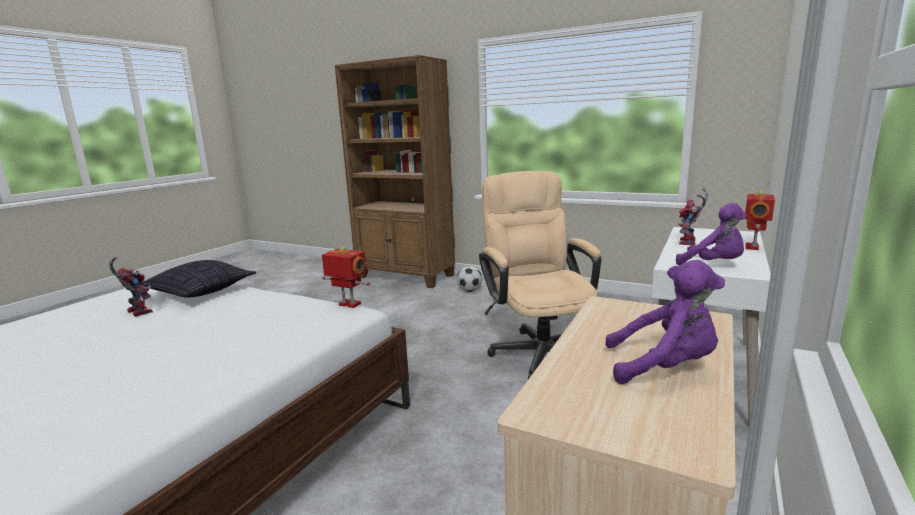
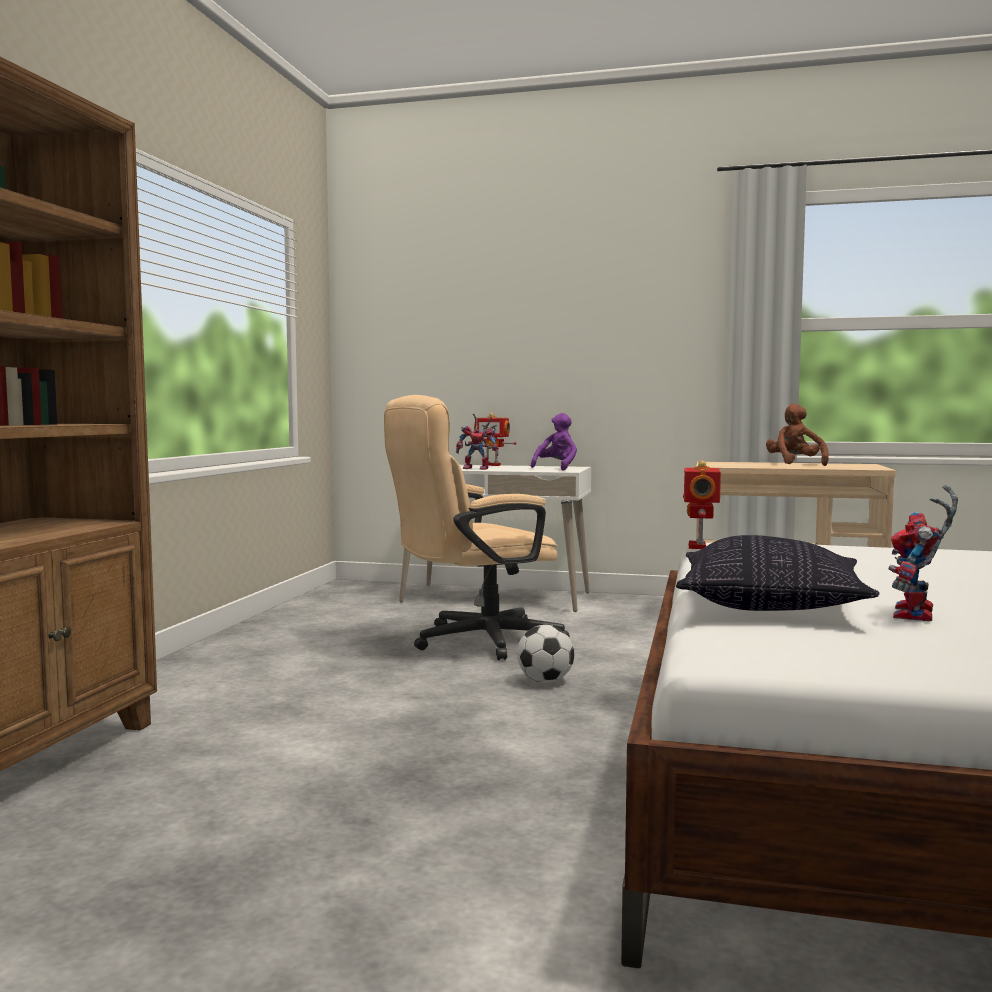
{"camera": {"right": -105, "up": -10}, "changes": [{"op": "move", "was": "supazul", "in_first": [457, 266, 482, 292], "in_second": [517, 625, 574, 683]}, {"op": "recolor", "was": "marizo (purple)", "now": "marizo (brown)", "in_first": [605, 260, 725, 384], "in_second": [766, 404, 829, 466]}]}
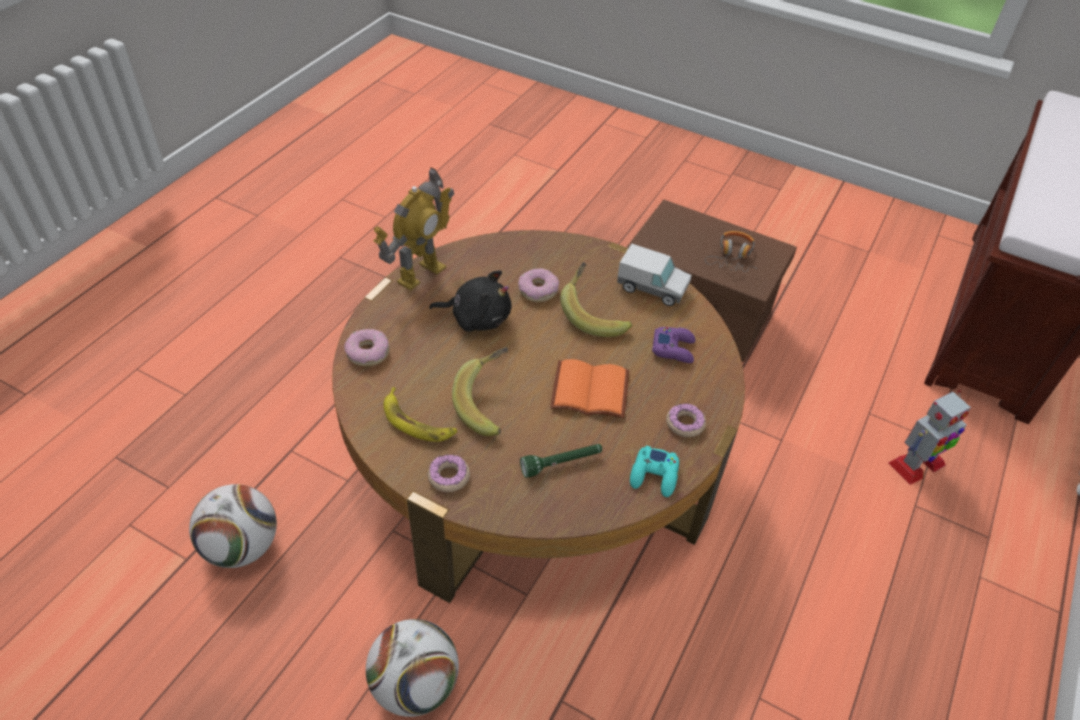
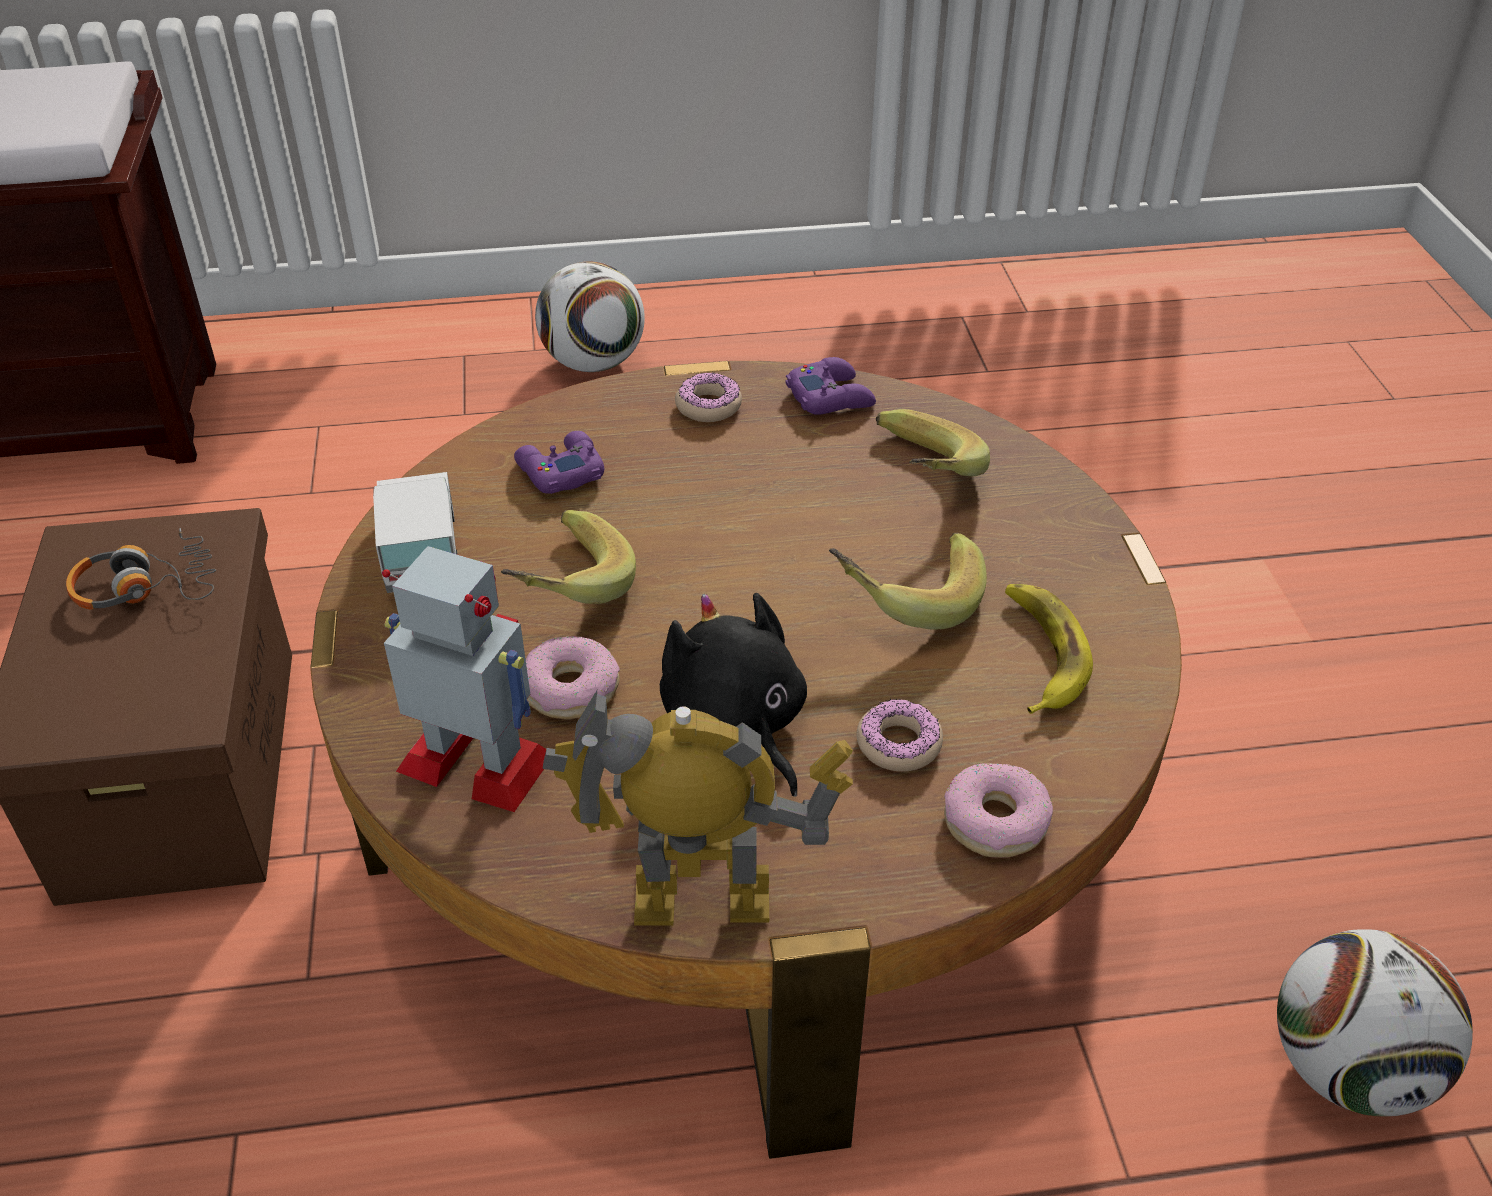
{"camera": {"right": -125, "up": -5}, "changes": [{"op": "delete", "was": "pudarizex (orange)", "in_first": [550, 359, 629, 419]}, {"op": "move", "was": "supazul", "in_first": [366, 619, 459, 717], "in_second": [535, 262, 645, 372]}, {"op": "move", "was": "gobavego", "in_first": [428, 455, 470, 492], "in_second": [856, 699, 943, 772]}, {"op": "move", "was": "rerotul", "in_first": [888, 390, 971, 485], "in_second": [382, 546, 546, 812]}, {"op": "replace", "was": "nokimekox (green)", "now": "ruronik", "in_first": [520, 444, 602, 478], "in_second": [876, 409, 990, 476]}, {"op": "recolor", "was": "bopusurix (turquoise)", "now": "bopusurix (purple)", "in_first": [630, 446, 679, 497], "in_second": [786, 357, 876, 414]}]}
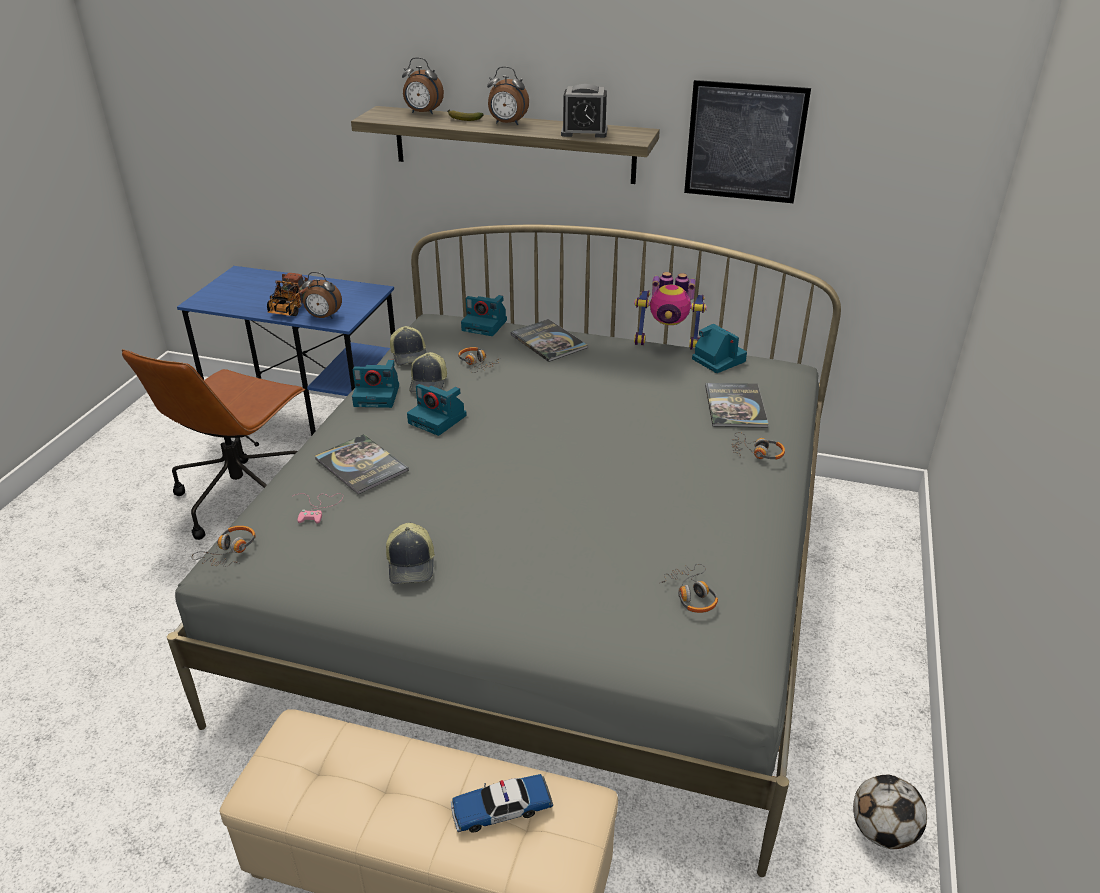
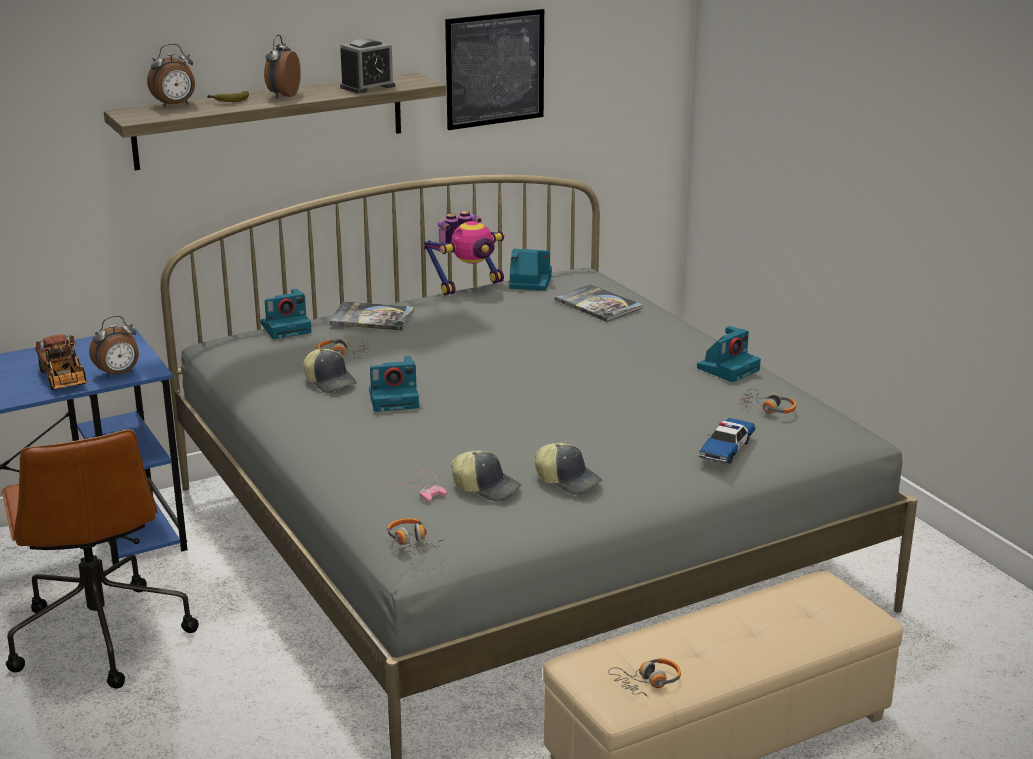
{"camera": {"right": -45, "up": -10}, "changes": [{"op": "delete", "was": "pudarizex", "in_first": [315, 434, 409, 495]}, {"op": "delete", "was": "supazul", "in_first": [853, 774, 927, 849]}, {"op": "move", "was": "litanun", "in_first": [352, 360, 399, 408], "in_second": [697, 326, 761, 382]}, {"op": "move", "was": "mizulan", "in_first": [390, 326, 426, 366], "in_second": [451, 450, 521, 501]}, {"op": "move", "was": "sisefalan", "in_first": [451, 774, 553, 832], "in_second": [698, 418, 756, 464]}, {"op": "move", "was": "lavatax", "in_first": [731, 432, 785, 460], "in_second": [608, 658, 681, 697]}, {"op": "rotate", "was": "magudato", "in_first": [487, 66, 529, 125], "in_second": [264, 35, 301, 98], "clockwise": 135}]}
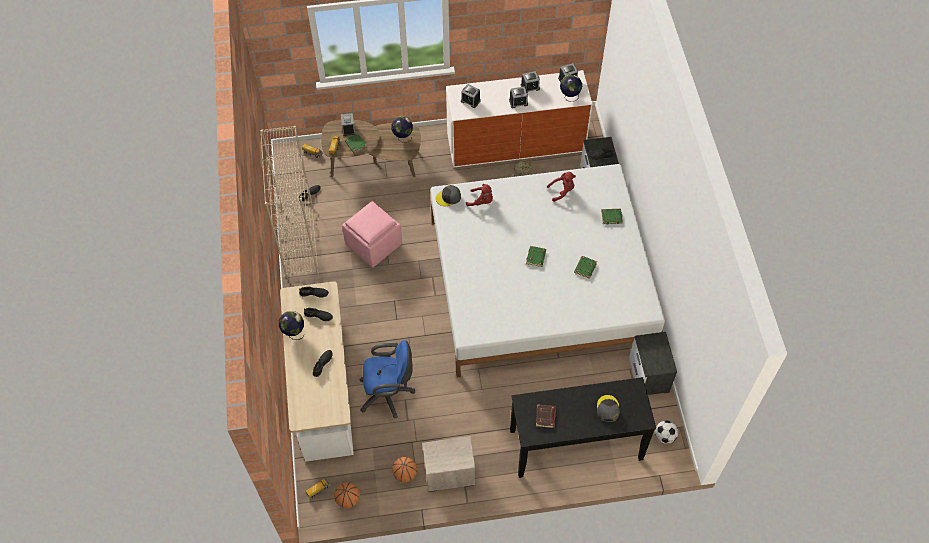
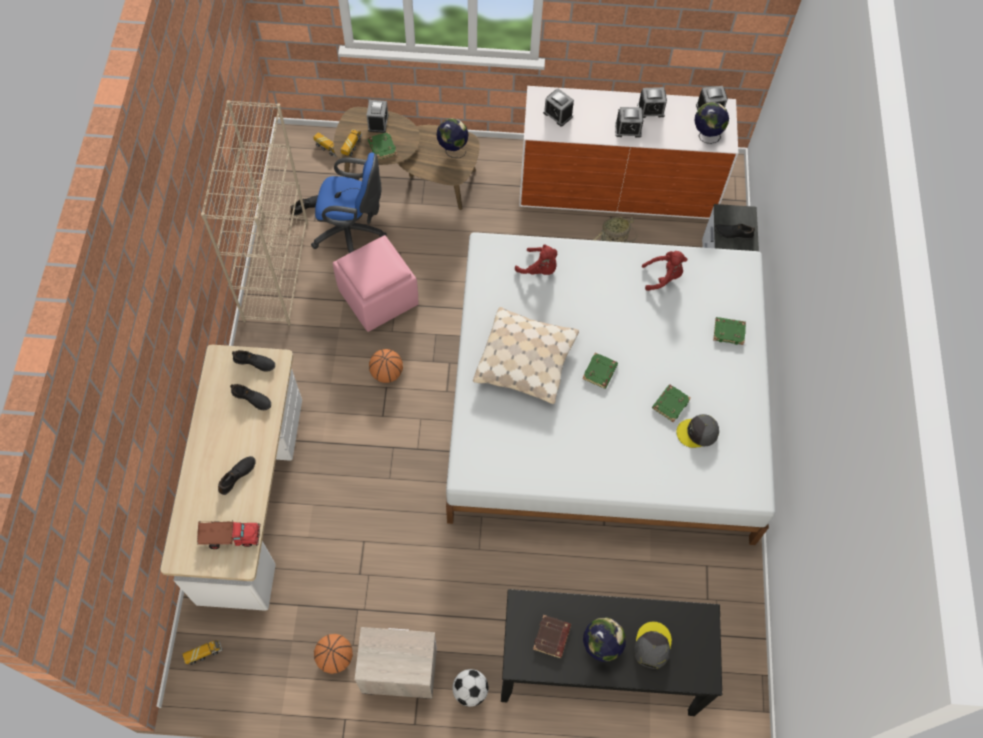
{"camera": {"right": 10, "up": 5}, "changes": [{"op": "delete", "was": "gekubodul", "in_first": [629, 332, 677, 395]}, {"op": "insert", "now": "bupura", "in_second": [197, 521, 260, 549]}, {"op": "insert", "now": "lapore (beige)", "in_second": [473, 307, 579, 404]}, {"op": "move", "was": "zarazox", "in_first": [279, 311, 305, 340], "in_second": [583, 617, 626, 662]}, {"op": "move", "was": "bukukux", "in_first": [334, 482, 360, 508], "in_second": [369, 349, 403, 383]}, {"op": "move", "was": "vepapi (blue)", "in_first": [360, 340, 415, 418], "in_second": [311, 152, 387, 253]}, {"op": "move", "was": "mizulan (grey)", "in_first": [436, 185, 461, 206], "in_second": [676, 414, 719, 448]}, {"op": "move", "was": "supazul", "in_first": [655, 420, 679, 444], "in_second": [452, 669, 488, 707]}]}
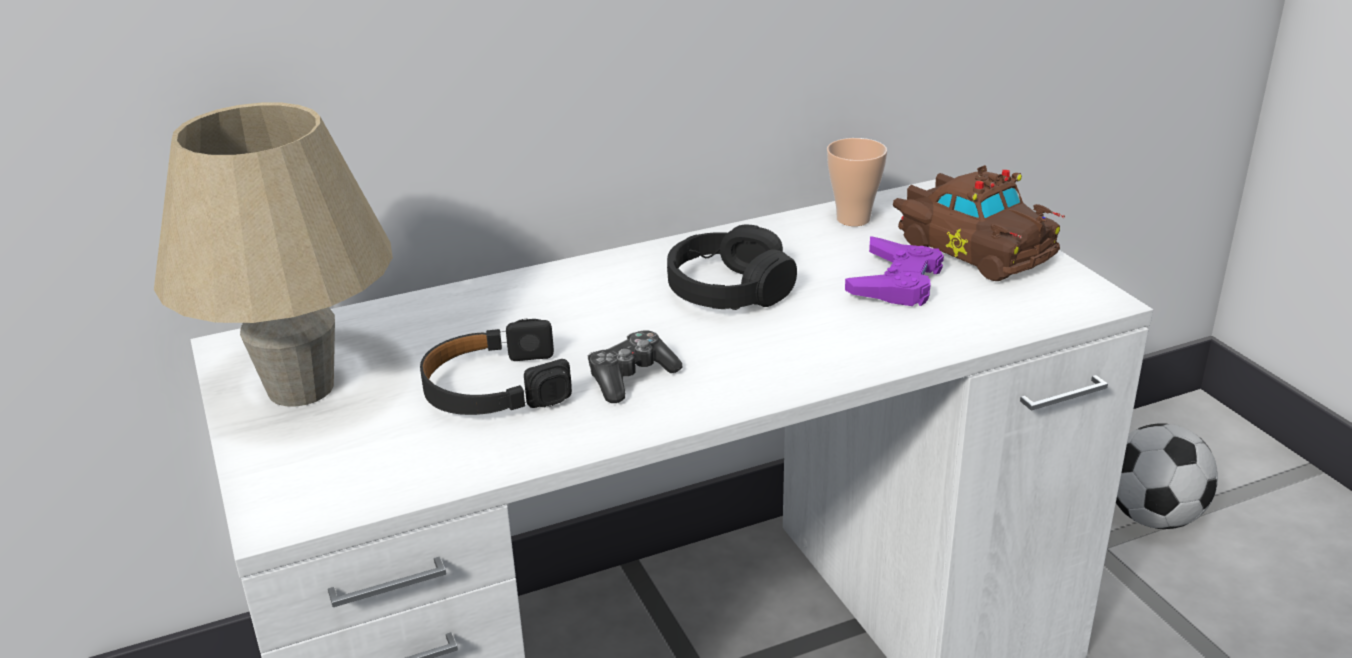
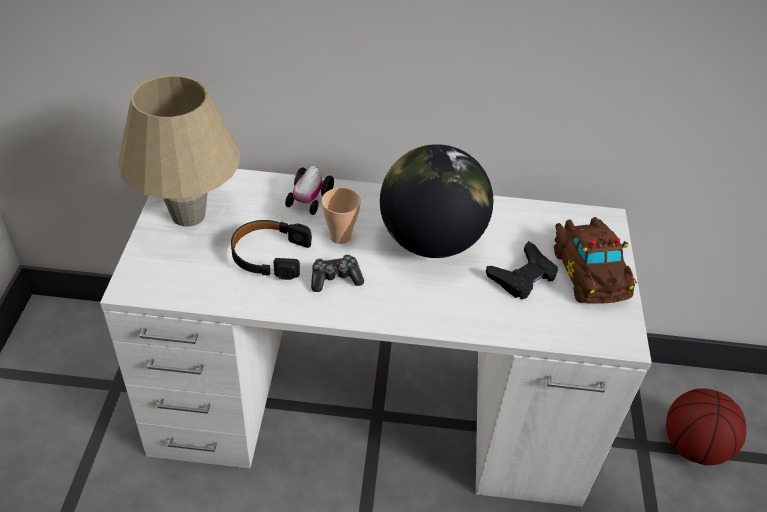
{"camera": {"right": 25, "up": 15}, "changes": [{"op": "insert", "now": "sisefalan", "in_second": [285, 165, 334, 215]}, {"op": "move", "was": "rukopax", "in_first": [827, 138, 887, 226], "in_second": [321, 188, 361, 244]}, {"op": "replace", "was": "lavatax (black)", "now": "zarazox", "in_first": [667, 225, 797, 310], "in_second": [380, 144, 493, 258]}, {"op": "replace", "was": "supazul", "now": "bukukux", "in_first": [1116, 423, 1218, 529], "in_second": [666, 388, 746, 465]}, {"op": "recolor", "was": "bopusurix (purple)", "now": "bopusurix (black)", "in_first": [845, 236, 944, 306], "in_second": [486, 241, 558, 299]}]}
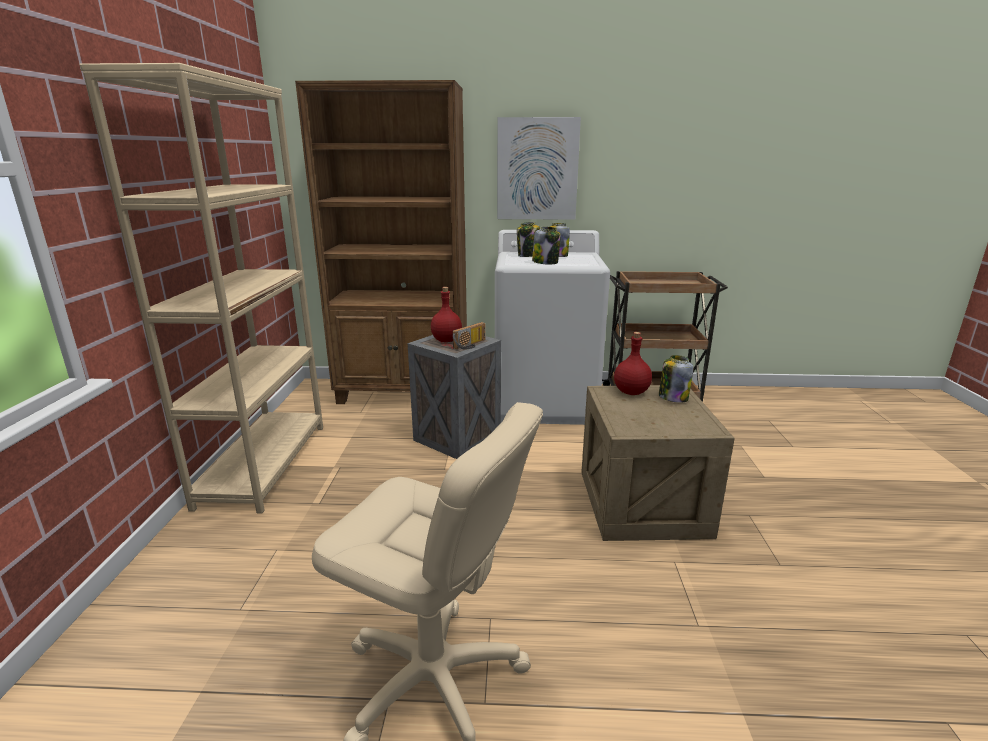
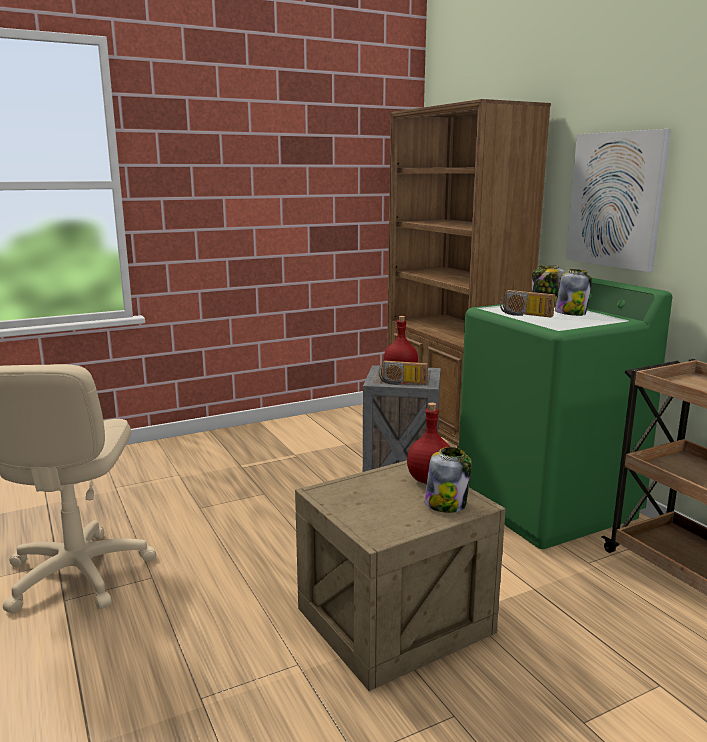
{"camera": {"right": 60, "up": -5}, "changes": [{"op": "delete", "was": "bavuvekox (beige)", "in_first": [80, 63, 323, 513]}, {"op": "replace", "was": "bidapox", "now": "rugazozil", "in_first": [532, 227, 561, 265], "in_second": [500, 290, 555, 318]}, {"op": "recolor", "was": "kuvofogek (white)", "now": "kuvofogek (green)", "in_first": [495, 230, 610, 425], "in_second": [459, 278, 672, 549]}]}
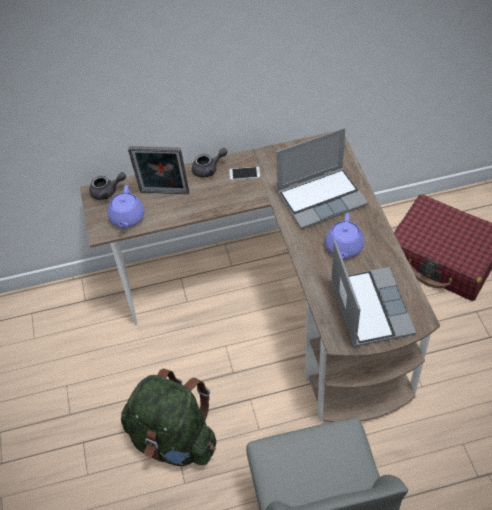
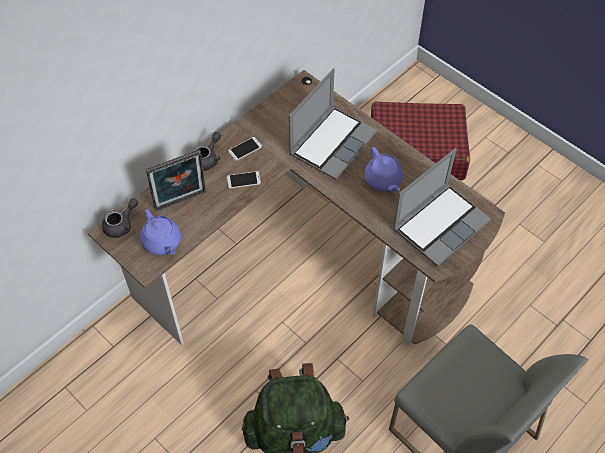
{"camera": {"right": -35, "up": 5}, "changes": [{"op": "insert", "now": "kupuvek", "in_second": [227, 171, 261, 189]}, {"op": "rotate", "was": "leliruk", "in_first": [331, 240, 416, 347], "in_second": [393, 148, 491, 267], "clockwise": 90}]}
